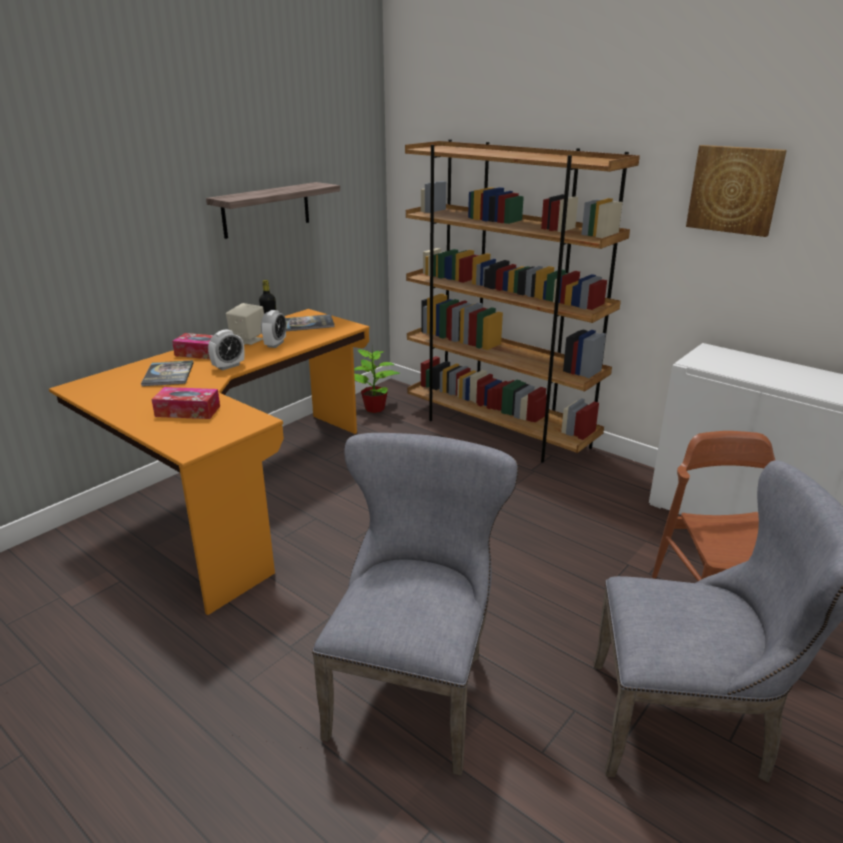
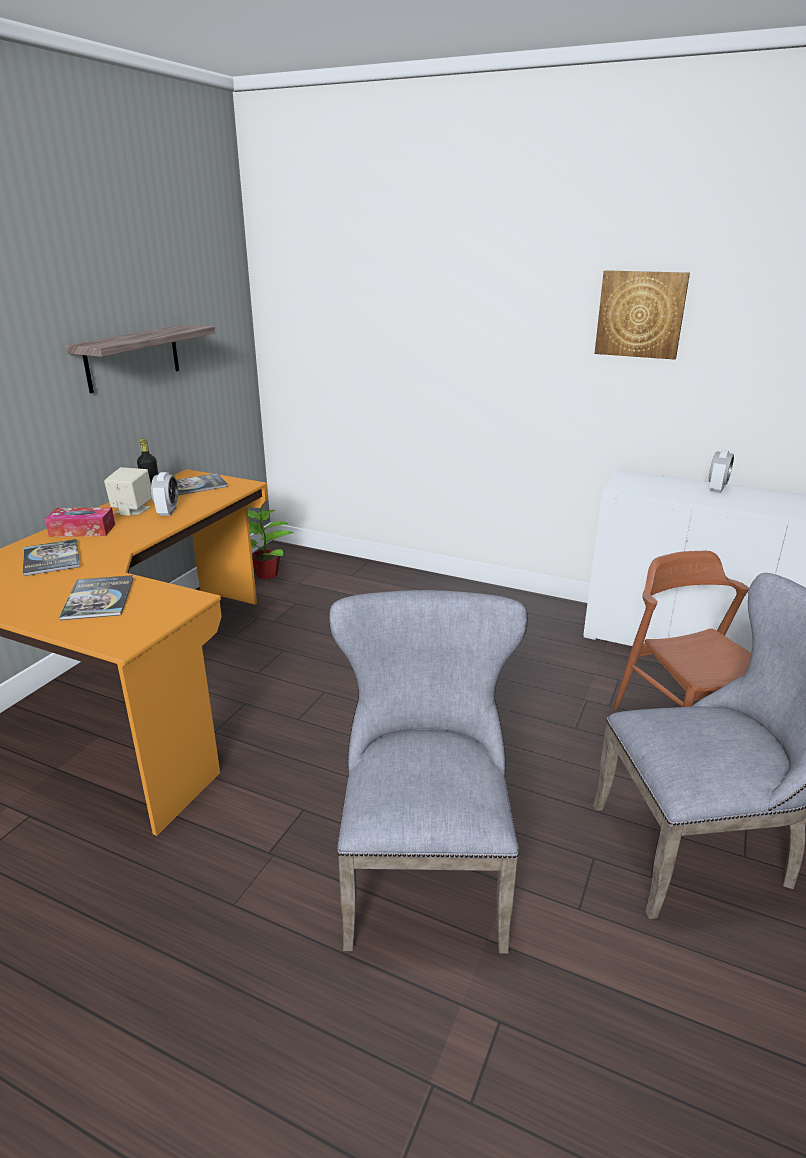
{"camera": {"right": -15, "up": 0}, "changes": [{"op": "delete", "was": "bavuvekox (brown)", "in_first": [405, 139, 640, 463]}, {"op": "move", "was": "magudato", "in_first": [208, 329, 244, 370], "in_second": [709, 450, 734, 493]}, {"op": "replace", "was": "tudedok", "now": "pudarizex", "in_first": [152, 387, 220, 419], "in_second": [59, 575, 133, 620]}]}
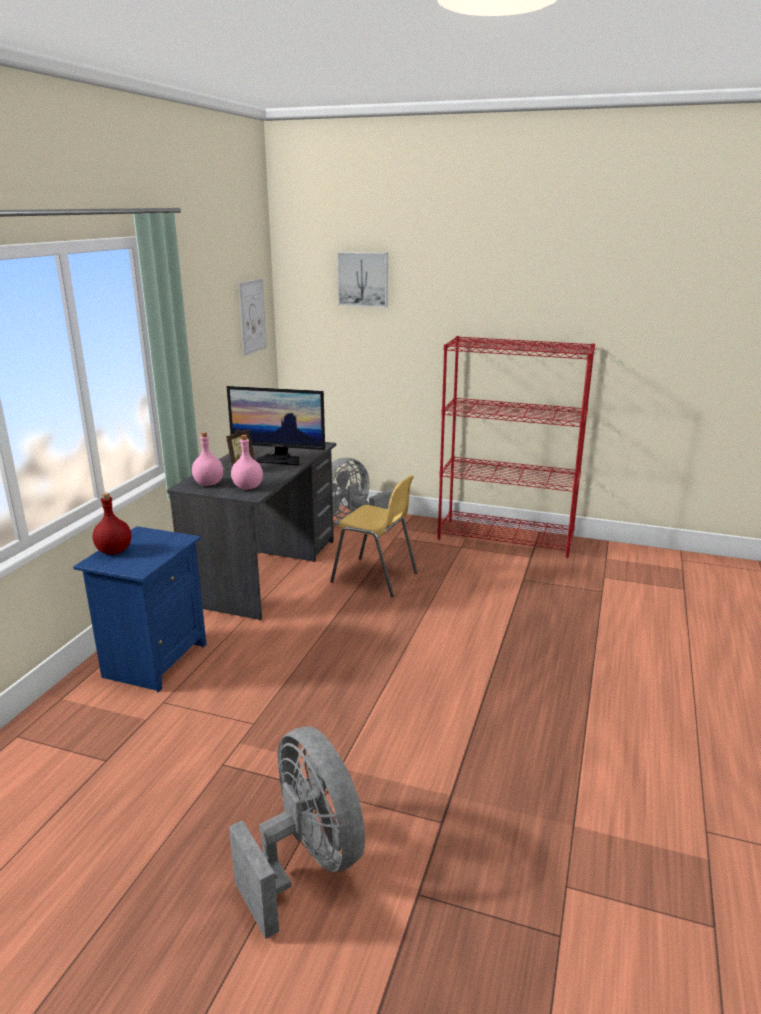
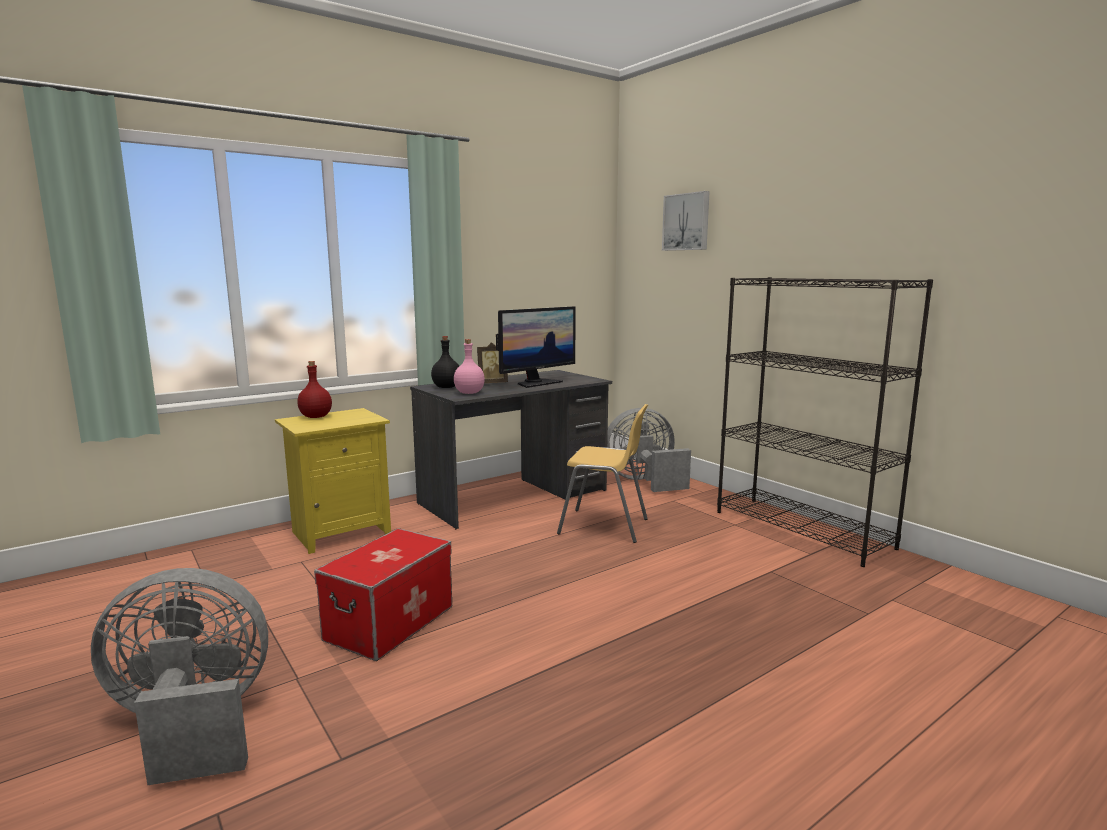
{"camera": {"right": 35, "up": -10}, "changes": [{"op": "delete", "was": "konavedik", "in_first": [238, 278, 267, 356]}, {"op": "insert", "now": "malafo", "in_second": [314, 528, 452, 661]}, {"op": "recolor", "was": "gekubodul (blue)", "now": "gekubodul (yellow)", "in_first": [73, 526, 207, 692], "in_second": [275, 408, 391, 554]}, {"op": "recolor", "was": "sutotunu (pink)", "now": "sutotunu (black)", "in_first": [192, 432, 223, 486], "in_second": [431, 336, 459, 388]}, {"op": "recolor", "was": "bavuvekox (red)", "now": "bavuvekox (black)", "in_first": [438, 336, 595, 558], "in_second": [717, 277, 933, 567]}, {"op": "rotate", "was": "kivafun", "in_first": [227, 386, 325, 466], "in_second": [496, 306, 576, 388], "clockwise": -90}, {"op": "rotate", "was": "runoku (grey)", "in_first": [229, 727, 365, 939], "in_second": [91, 568, 268, 786], "clockwise": -105}, {"op": "rotate", "was": "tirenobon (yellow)", "in_first": [330, 475, 418, 597], "in_second": [557, 404, 648, 543], "clockwise": -45}]}
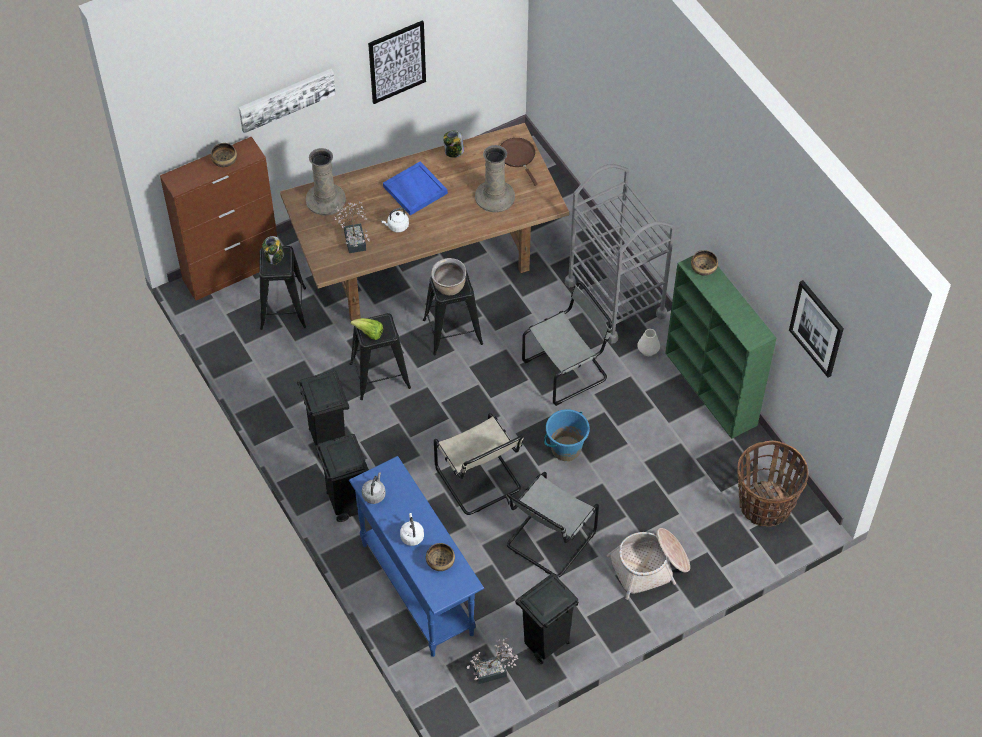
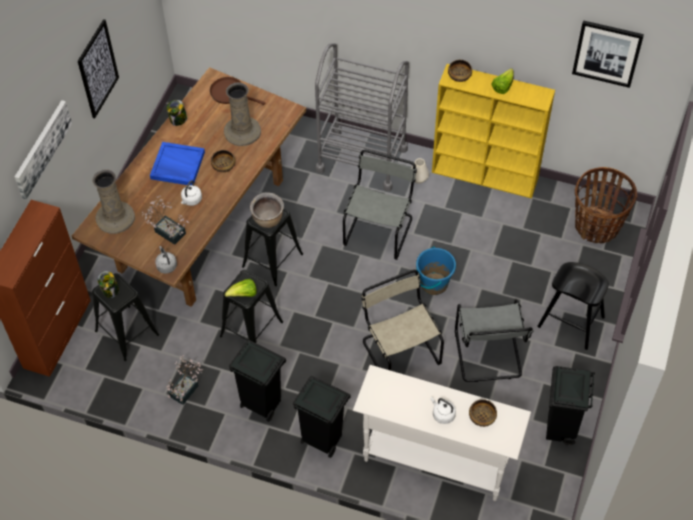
{"camera": {"right": -40, "up": 0}, "changes": [{"op": "insert", "now": "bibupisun", "in_second": [491, 68, 514, 94]}, {"op": "move", "was": "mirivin", "in_first": [211, 143, 237, 167], "in_second": [211, 150, 235, 172]}, {"op": "move", "was": "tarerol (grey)", "in_first": [362, 472, 386, 504], "in_second": [155, 246, 177, 274]}, {"op": "move", "was": "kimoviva", "in_first": [467, 637, 518, 684], "in_second": [167, 355, 203, 405]}, {"op": "replace", "was": "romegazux", "now": "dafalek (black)", "in_first": [607, 528, 690, 600], "in_second": [537, 262, 609, 350]}, {"op": "recolor", "was": "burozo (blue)", "now": "burozo (white)", "in_first": [349, 456, 484, 657], "in_second": [353, 365, 531, 501]}, {"op": "recolor", "was": "bavuvekox (green)", "now": "bavuvekox (yellow)", "in_first": [665, 256, 776, 439], "in_second": [432, 64, 555, 199]}, {"op": "rotate", "was": "tirenobon (beige)", "in_first": [434, 413, 524, 515], "in_second": [361, 270, 444, 371], "clockwise": -135}]}
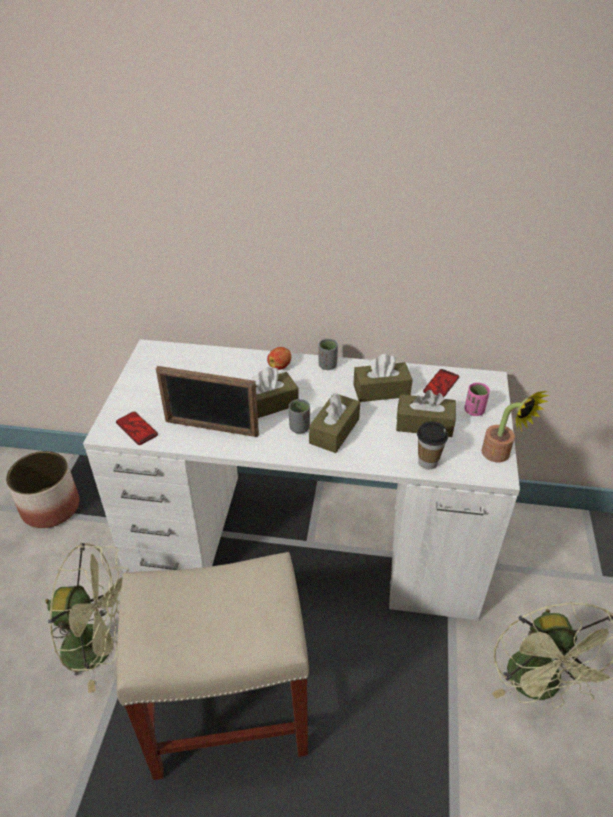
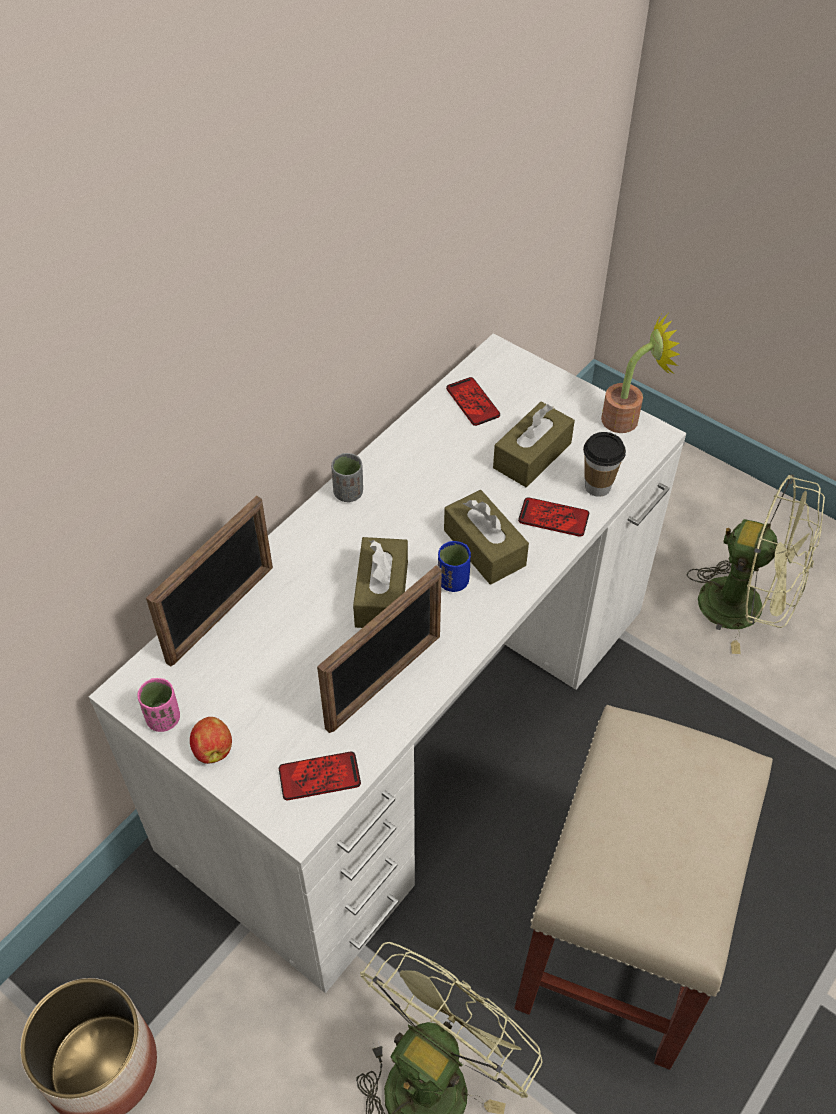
{"camera": {"right": -60, "up": 10}, "changes": [{"op": "delete", "was": "tudedok (brown)", "in_first": [353, 354, 413, 402]}, {"op": "insert", "now": "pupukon", "in_second": [146, 496, 273, 667]}, {"op": "insert", "now": "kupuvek", "in_second": [518, 497, 589, 537]}, {"op": "move", "was": "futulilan", "in_first": [267, 347, 291, 370], "in_second": [190, 717, 232, 764]}, {"op": "move", "was": "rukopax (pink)", "in_first": [465, 383, 490, 416], "in_second": [137, 678, 180, 732]}, {"op": "recolor", "was": "rukopax (grey)", "now": "rukopax (blue)", "in_first": [289, 399, 310, 434], "in_second": [438, 541, 471, 592]}]}
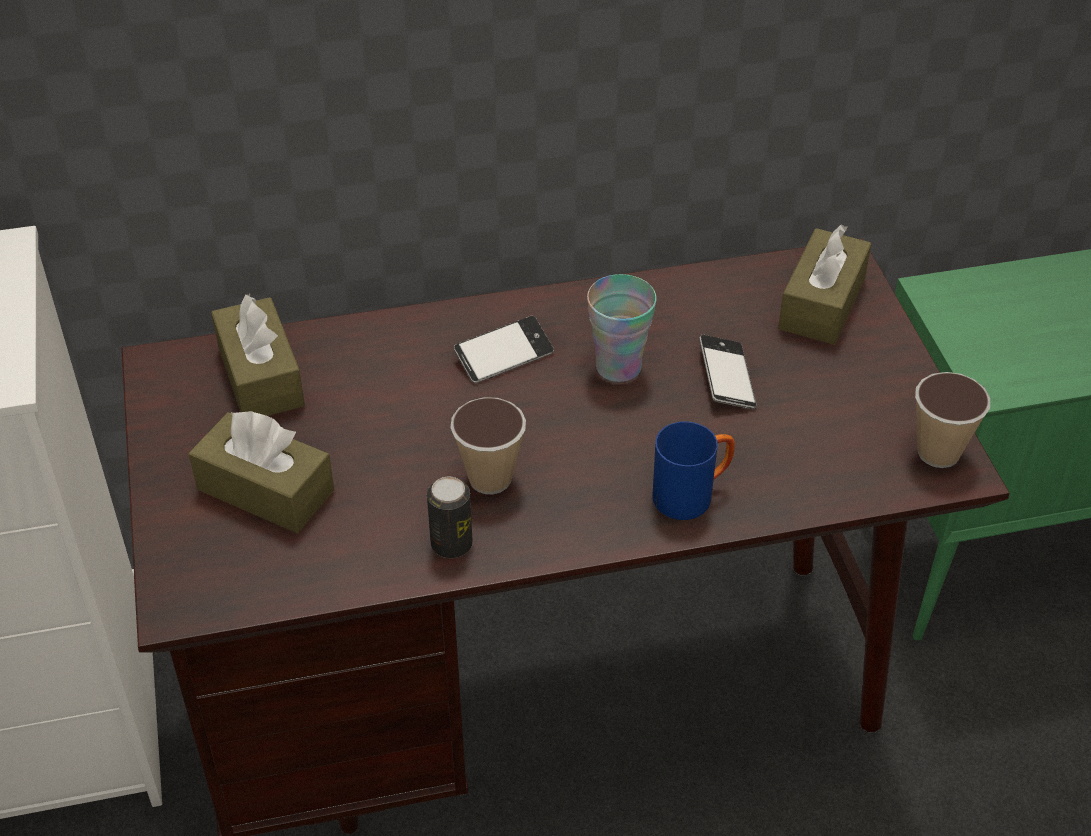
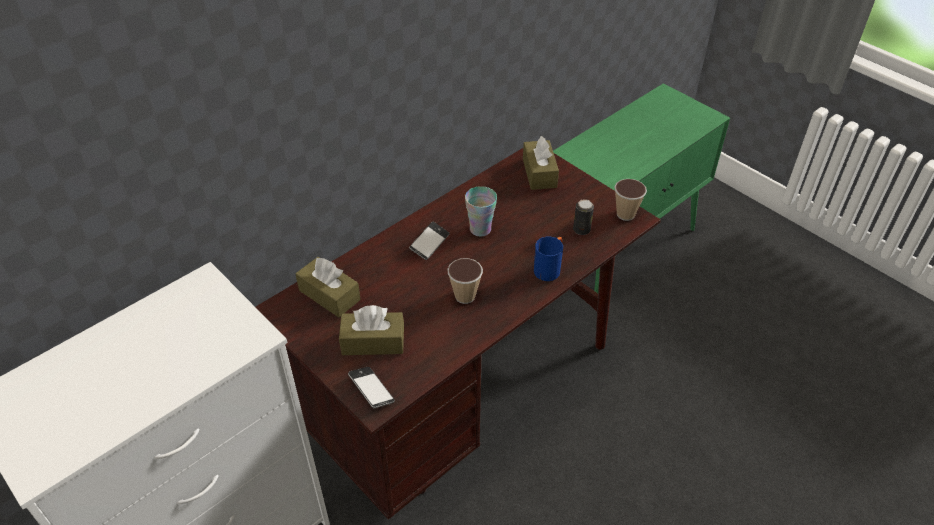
{"camera": {"right": -30, "up": 0}, "changes": [{"op": "move", "was": "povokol", "in_first": [427, 477, 473, 558], "in_second": [573, 199, 594, 235]}, {"op": "move", "was": "kupuvek", "in_first": [699, 335, 757, 409], "in_second": [348, 367, 395, 408]}]}
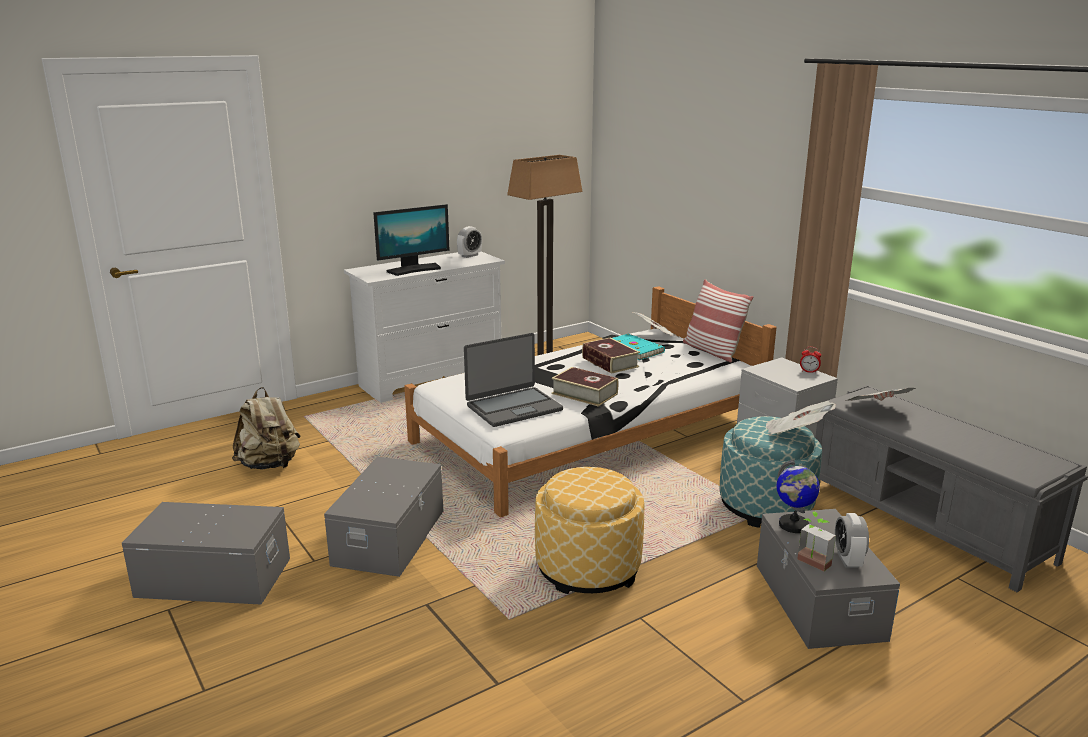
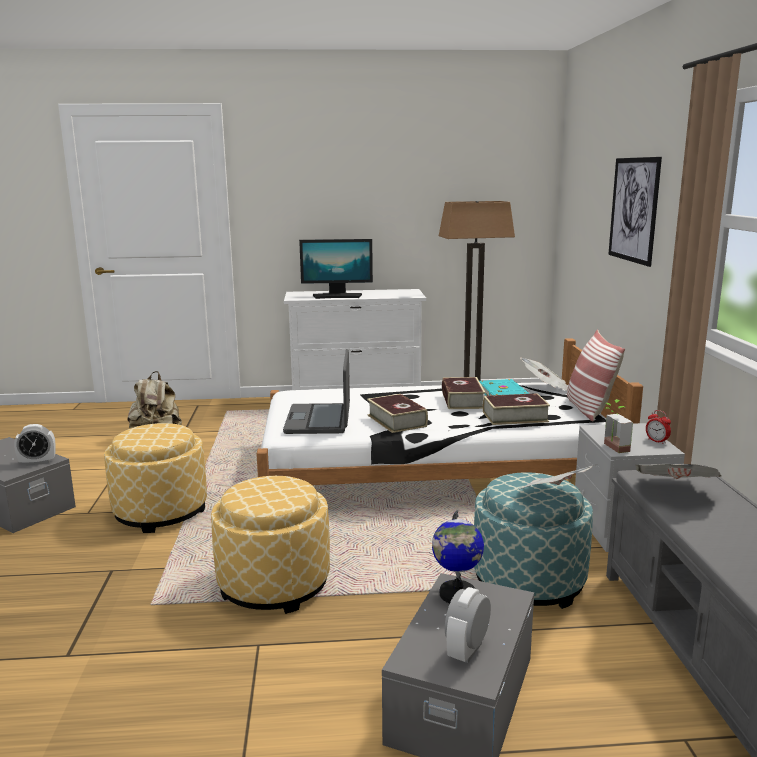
{"camera": {"right": 30, "up": -5}, "changes": [{"op": "insert", "now": "pudarizex", "in_second": [483, 393, 550, 425]}, {"op": "insert", "now": "konavedik", "in_second": [608, 157, 662, 267]}, {"op": "move", "was": "magudato", "in_first": [457, 226, 482, 258], "in_second": [14, 424, 56, 466]}, {"op": "move", "was": "kimoviva", "in_first": [797, 512, 836, 571], "in_second": [604, 399, 633, 453]}, {"op": "replace", "was": "malafo (grey)", "now": "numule", "in_first": [324, 457, 443, 577], "in_second": [104, 423, 207, 533]}, {"op": "rotate", "was": "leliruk", "in_first": [464, 333, 563, 427], "in_second": [283, 349, 350, 434], "clockwise": 90}]}
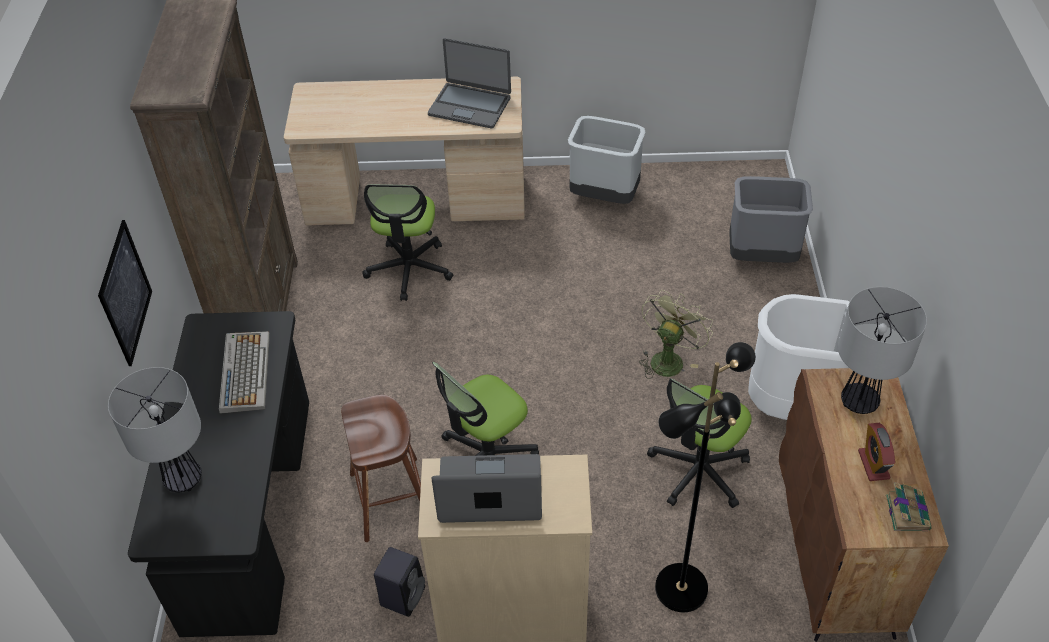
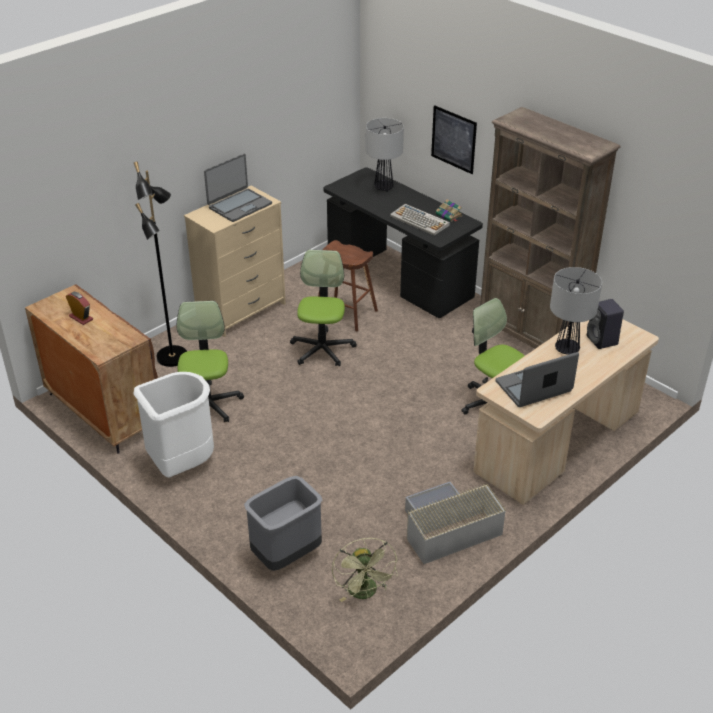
{"camera": {"right": 135, "up": -10}, "changes": [{"op": "move", "was": "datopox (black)", "in_first": [374, 547, 425, 617], "in_second": [587, 299, 624, 349]}, {"op": "move", "was": "runoku (green)", "in_first": [639, 290, 713, 379], "in_second": [332, 538, 398, 602]}, {"op": "move", "was": "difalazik", "in_first": [838, 287, 927, 414], "in_second": [550, 267, 602, 355]}, {"op": "move", "was": "pudarizex", "in_first": [886, 482, 932, 531], "in_second": [435, 199, 462, 222]}, {"op": "replace", "was": "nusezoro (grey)", "now": "malafo (grey)", "in_first": [568, 116, 646, 204], "in_second": [405, 482, 506, 564]}]}
